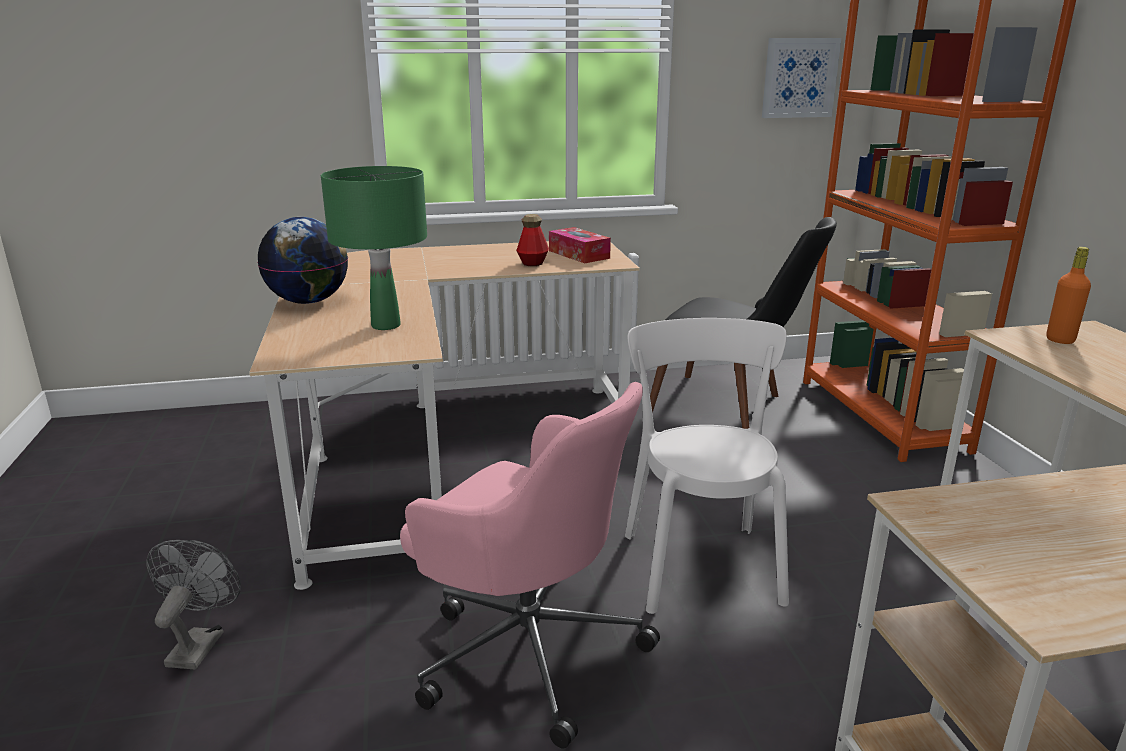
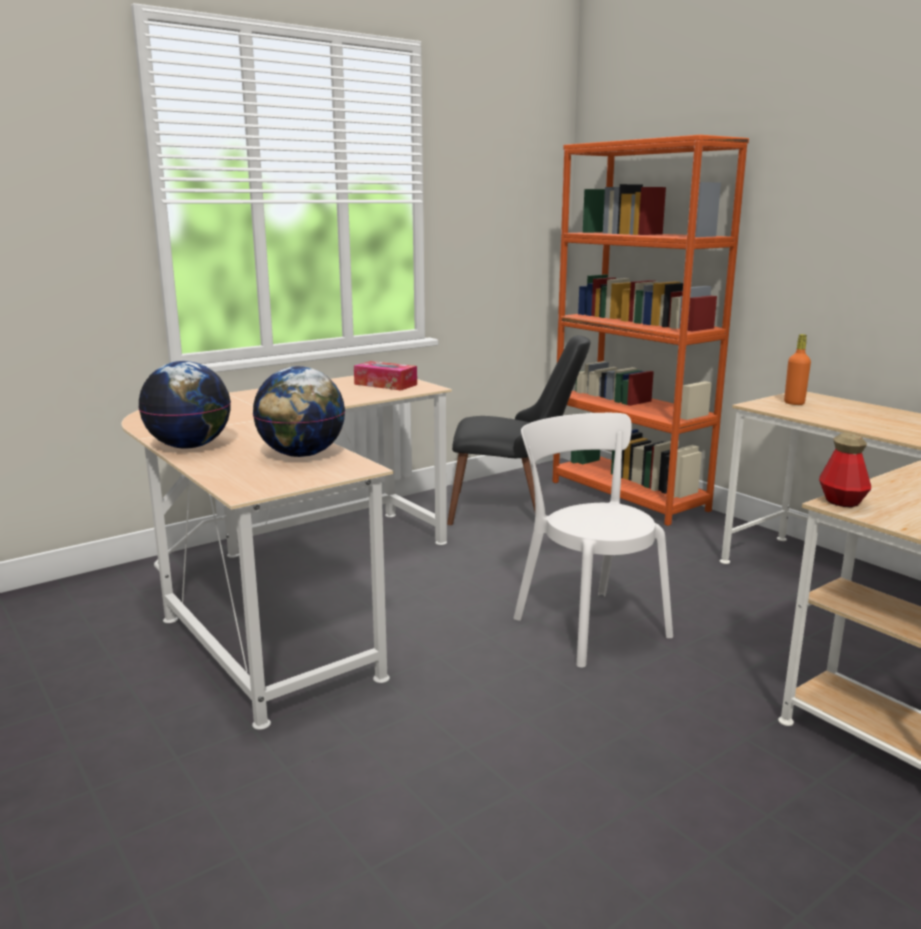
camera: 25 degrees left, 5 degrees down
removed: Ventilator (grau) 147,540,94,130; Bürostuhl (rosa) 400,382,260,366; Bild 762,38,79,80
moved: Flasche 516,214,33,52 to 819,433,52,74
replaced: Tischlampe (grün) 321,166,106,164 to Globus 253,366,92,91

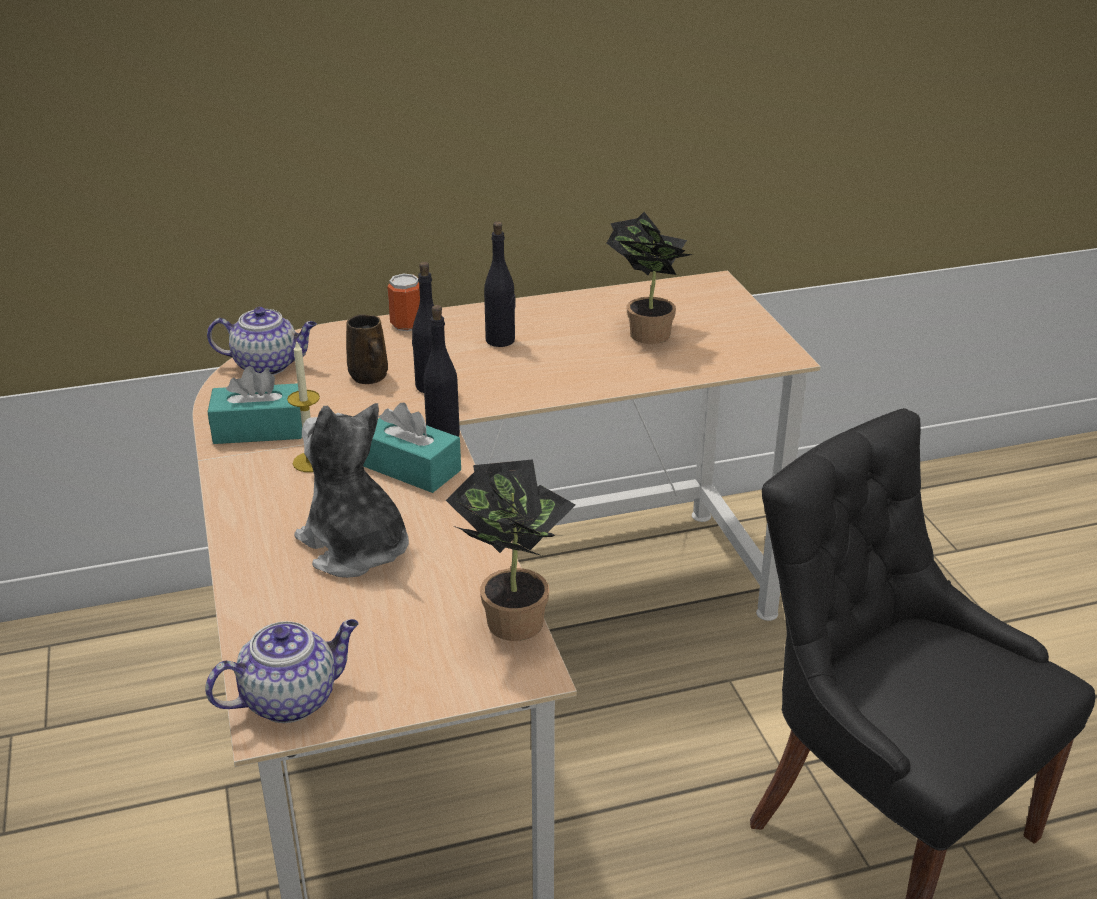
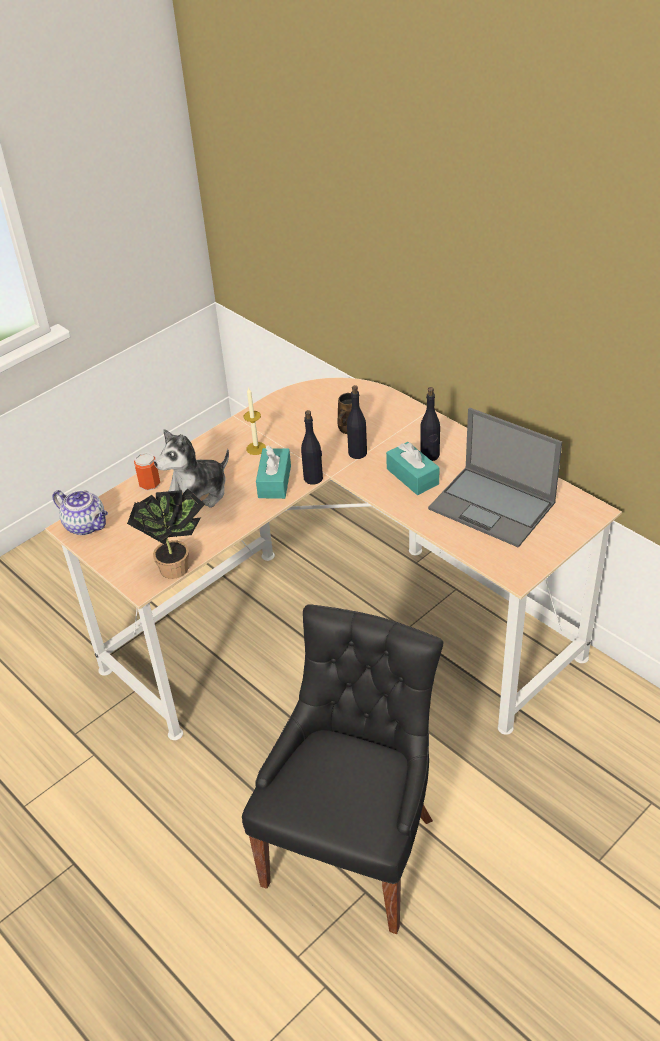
camera: 65 degrees right, 10 degrees up
removed: Teekanne 207,307,110,68
moved: Taschentuchbox (türkis) 208,366,94,78 to 386,442,54,53; Dose 387,274,33,57 to 134,452,26,39
replaced: Topfpflanze 607,212,86,132 to Laptop 428,407,134,141
turned: Plüschtier 295,403,114,175 = 154,429,75,79 150 degrees counterclockwise

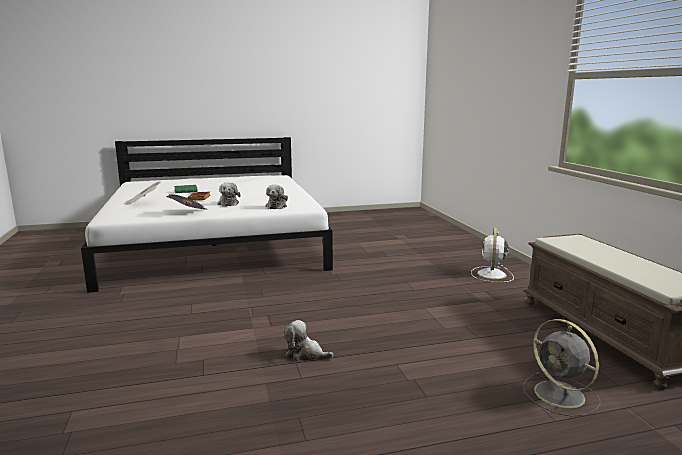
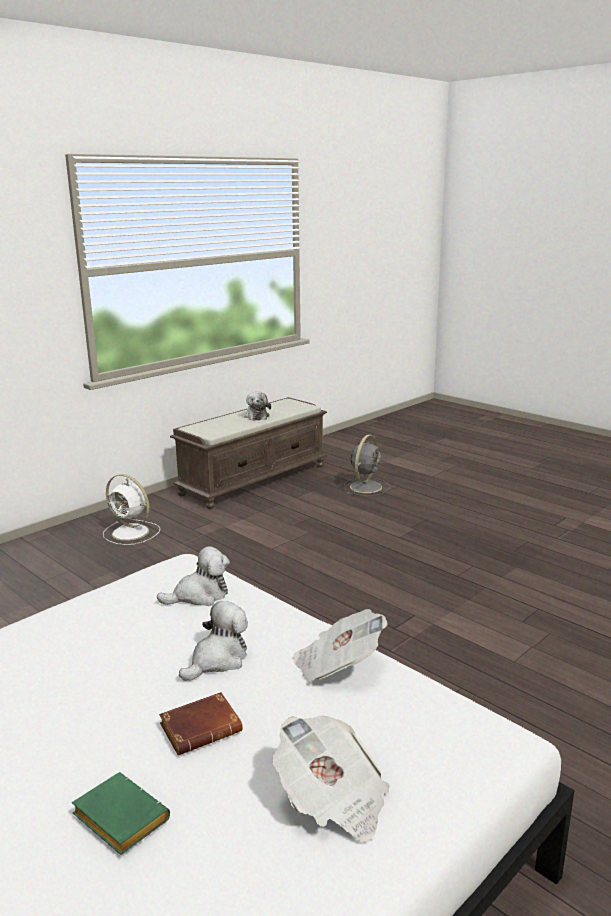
camera: 120 degrees left, 5 degrees up
moved: Plüschtier 284,320,49,41 to 244,391,27,30
turned: Ventilator (weiß) 471,228,43,54 = 103,474,57,71 45 degrees clockwise

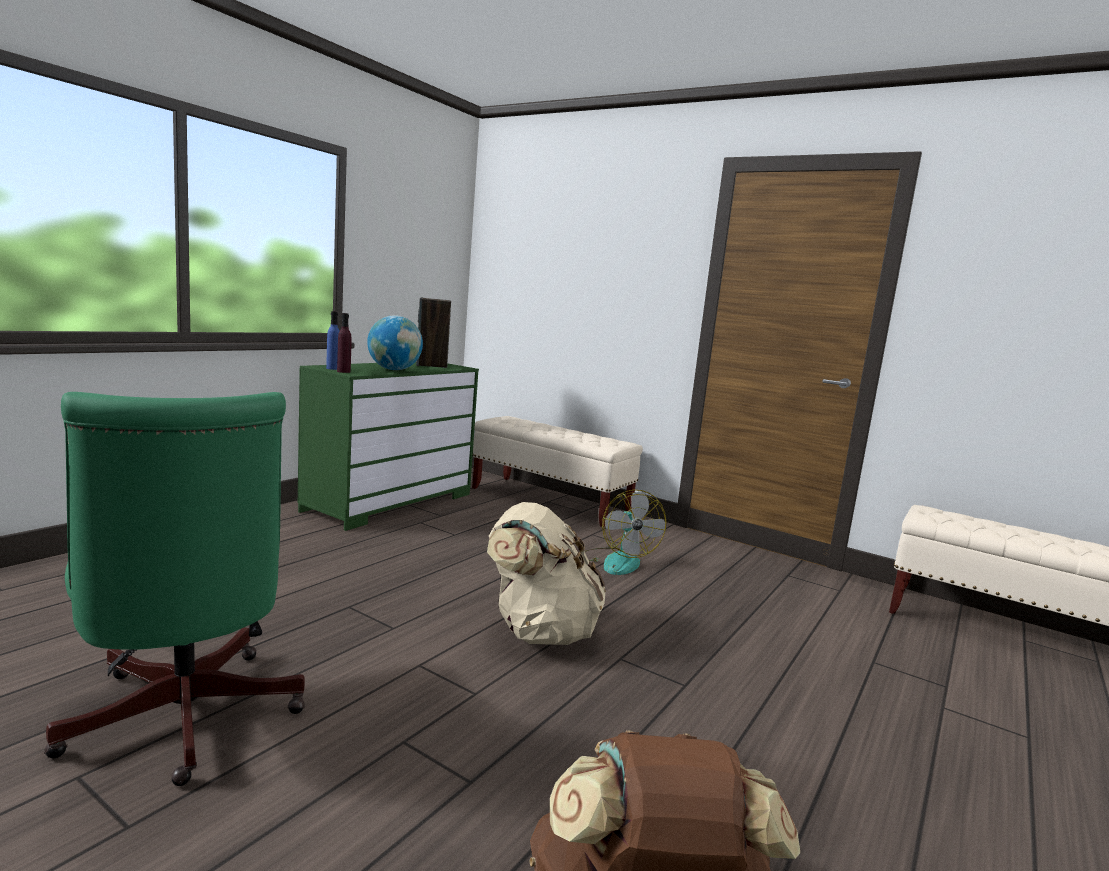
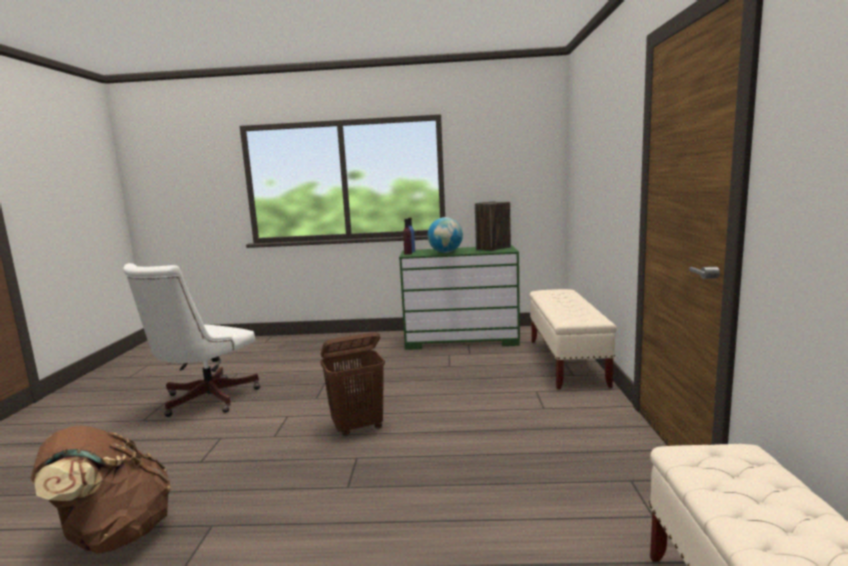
camera: 60 degrees right, 0 degrees up
removed: Ventilator 581,490,85,85
replaced: Rucksack (beige) 487,502,119,143 to Wäschekorb (braun) 320,332,65,104
recoloured: Bürostuhl (grün) 44,392,261,394 to Bürostuhl (weiß) 123,263,137,154

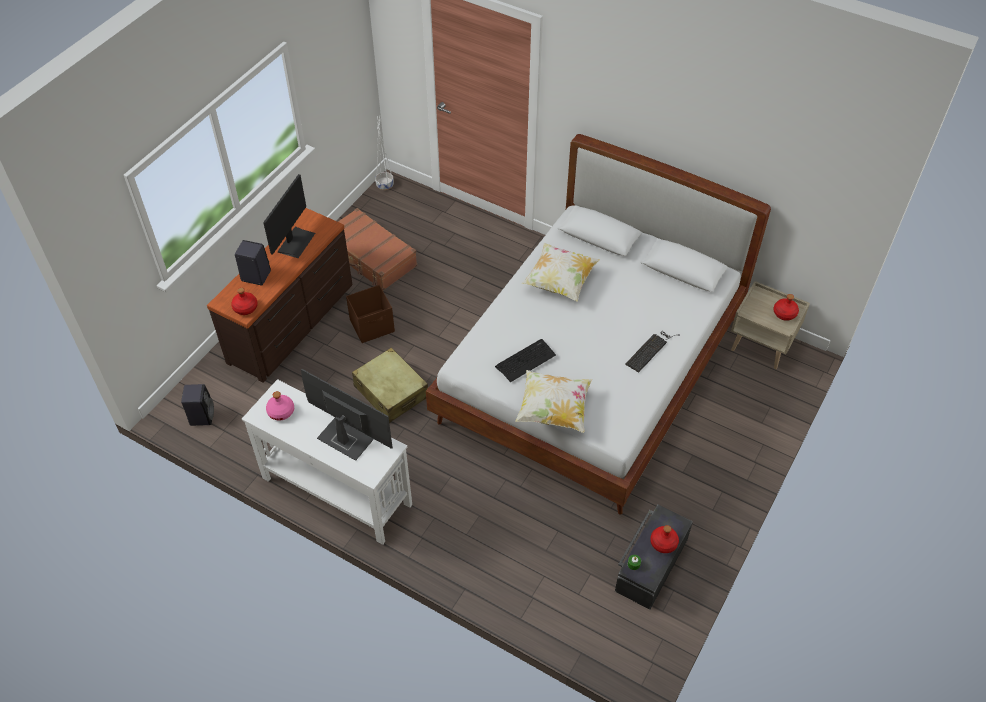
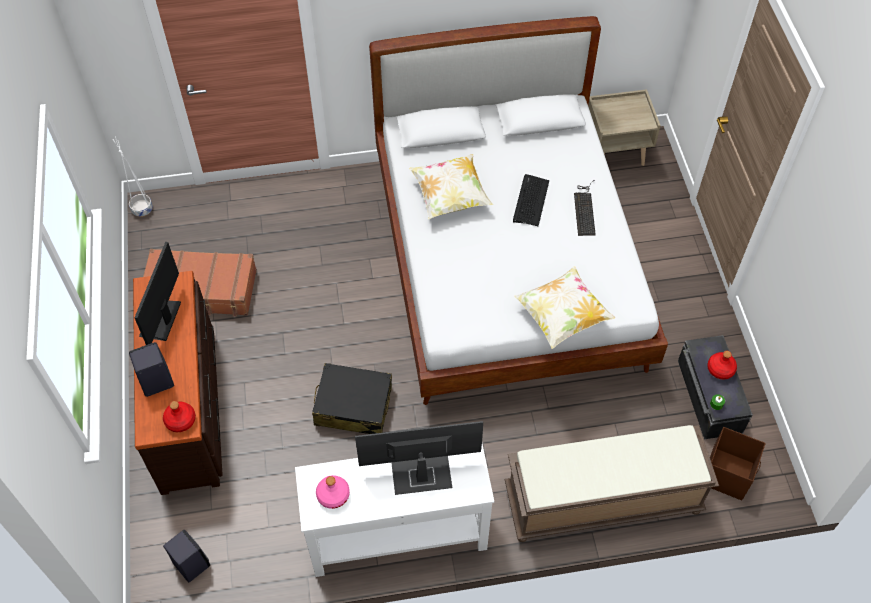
camera: 40 degrees left, 5 degrees up
removed: Flasche (rot) 773,294,26,27
added: Bank (braun) 505,425,214,117
moved: Aufbewahrungsbox (braun) 346,285,49,58 to 710,427,56,74; Tastatur 495,339,61,43 to 513,174,36,52
recoloured: Koffer (beige) 352,347,76,76 to Koffer (schwarz) 312,363,80,71
turned: Monitor 263,174,52,84 = 134,242,47,103 150 degrees counterclockwise

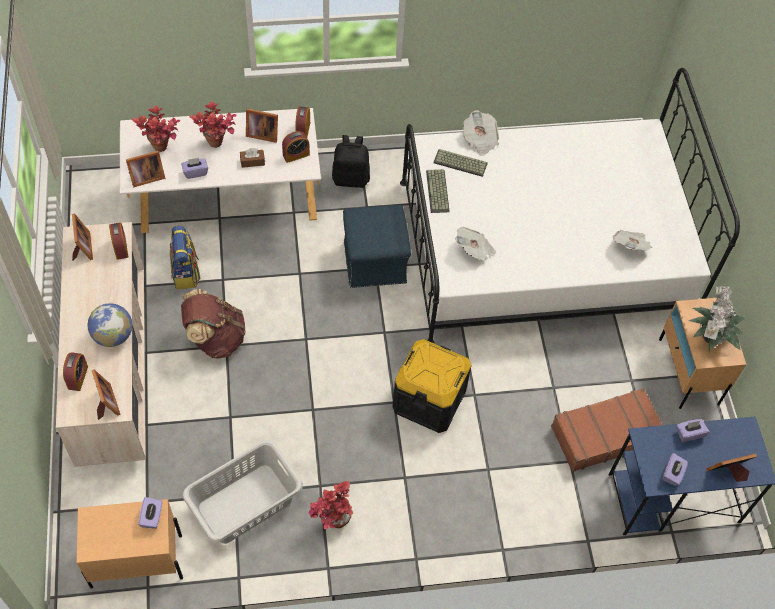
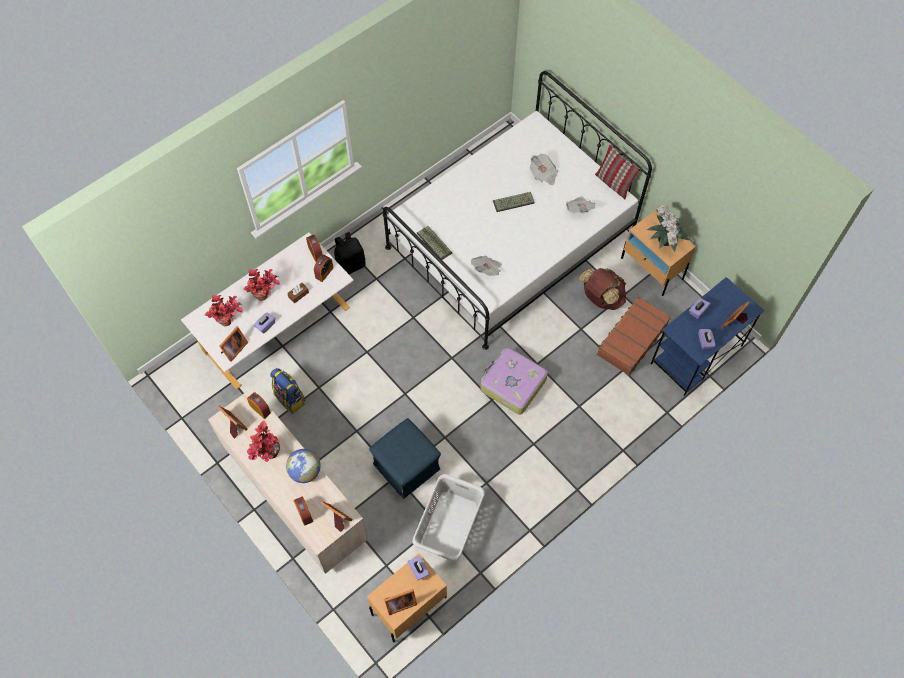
camera: 30 degrees left, 5 degrees up
added: Kissen 595,144,45,55
moved: Rucksack (braun) 181,289,65,70 to 579,268,47,42; Bilderrahmen 246,108,32,35 to 384,589,33,26; Topfpflanze 309,481,44,48 to 247,421,33,41; Polsterhocker (blau) 343,205,68,83 to 369,418,72,81; Tastatur 433,149,55,28 to 493,192,42,20; Zeitung 463,110,36,46 to 530,154,28,31
replaced: Aufbewahrungsbox (schwarz) 392,339,80,94 to Koffer 481,348,67,67

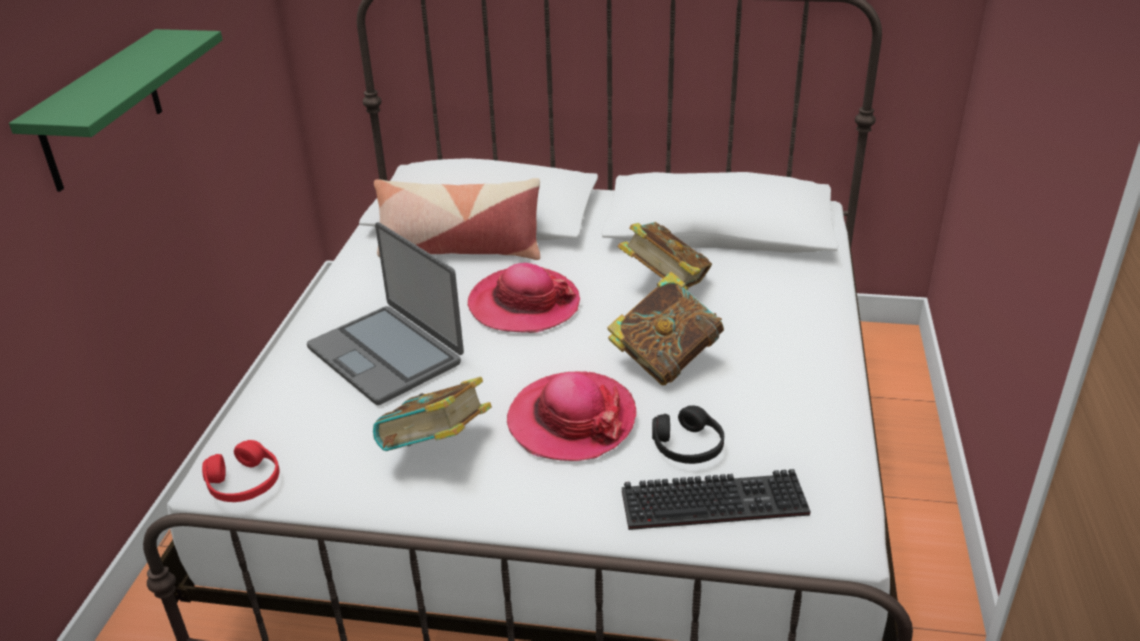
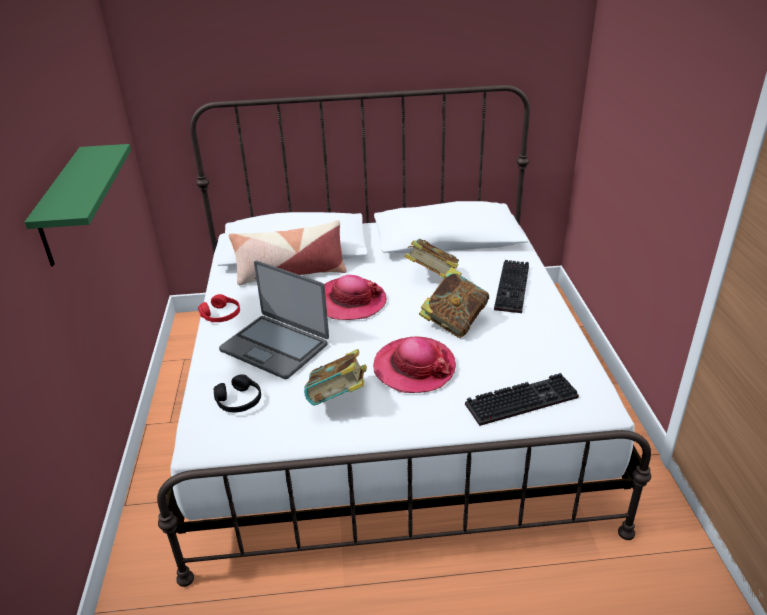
camera: 15 degrees left, 0 degrees up
added: Tastatur 494,260,35,53
moved: Kopfhörer (rot) 202,440,78,62 to 198,294,42,28; Kopfhörer (schwarz) 652,405,72,59 to 214,374,47,38

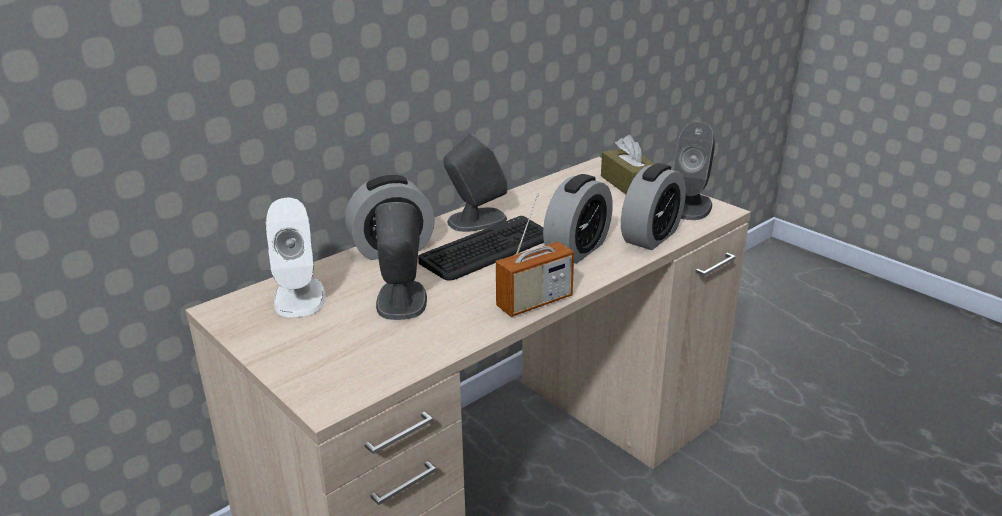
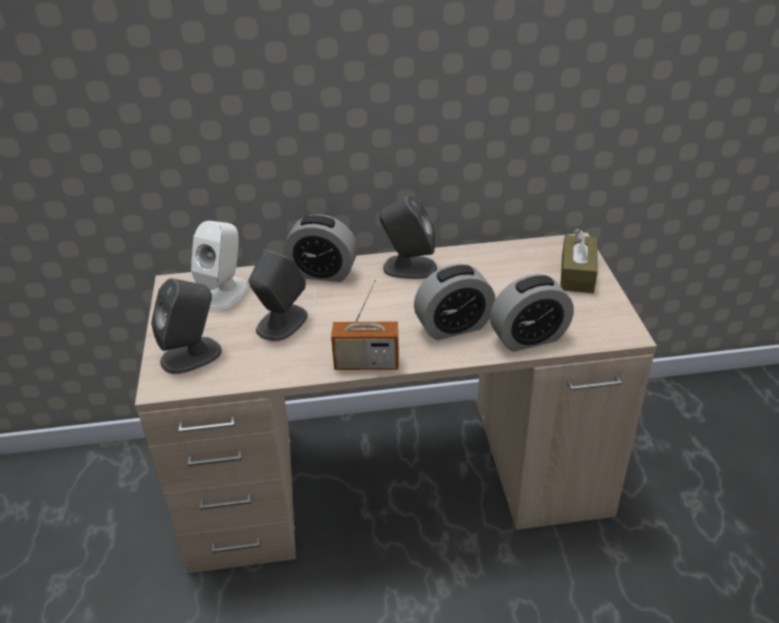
camera: 35 degrees right, 10 degrees up
removed: Tastatur 418,216,126,65
moved: Lautsprecher (grau) 673,121,42,99 to 151,278,71,96

